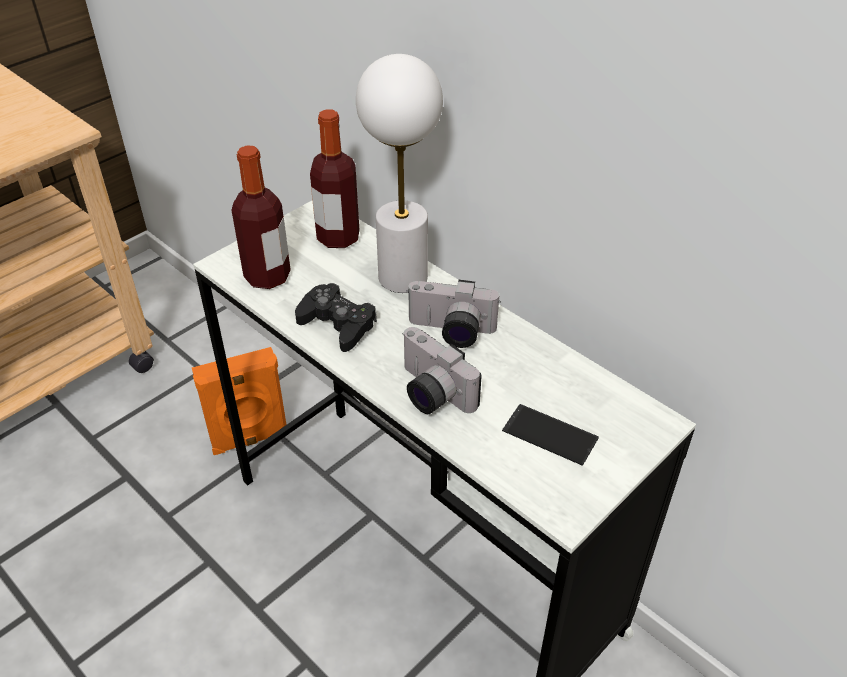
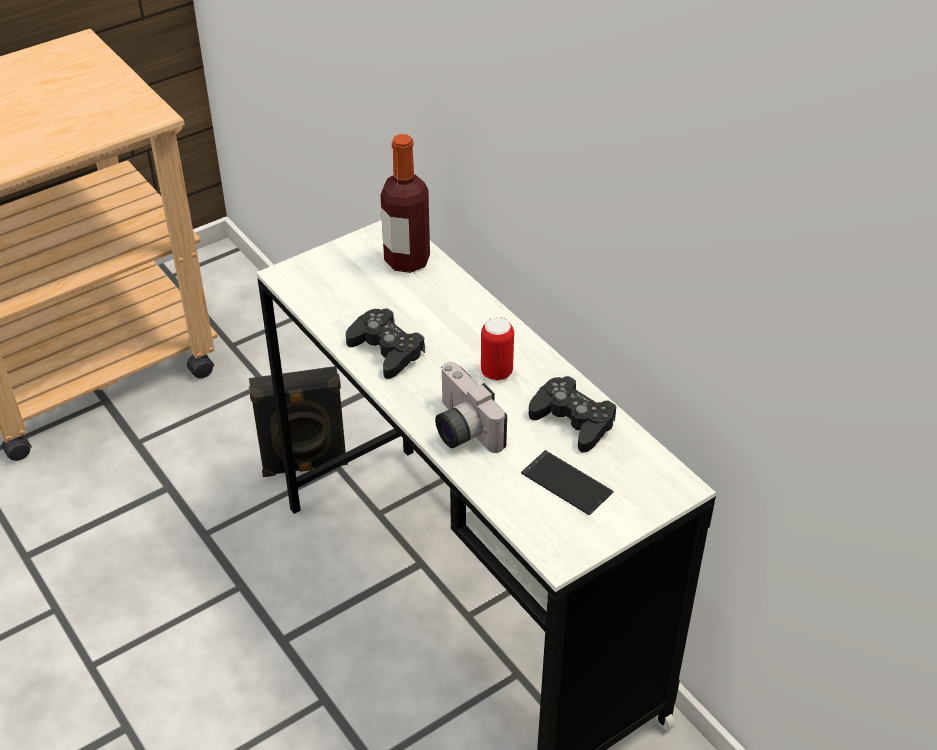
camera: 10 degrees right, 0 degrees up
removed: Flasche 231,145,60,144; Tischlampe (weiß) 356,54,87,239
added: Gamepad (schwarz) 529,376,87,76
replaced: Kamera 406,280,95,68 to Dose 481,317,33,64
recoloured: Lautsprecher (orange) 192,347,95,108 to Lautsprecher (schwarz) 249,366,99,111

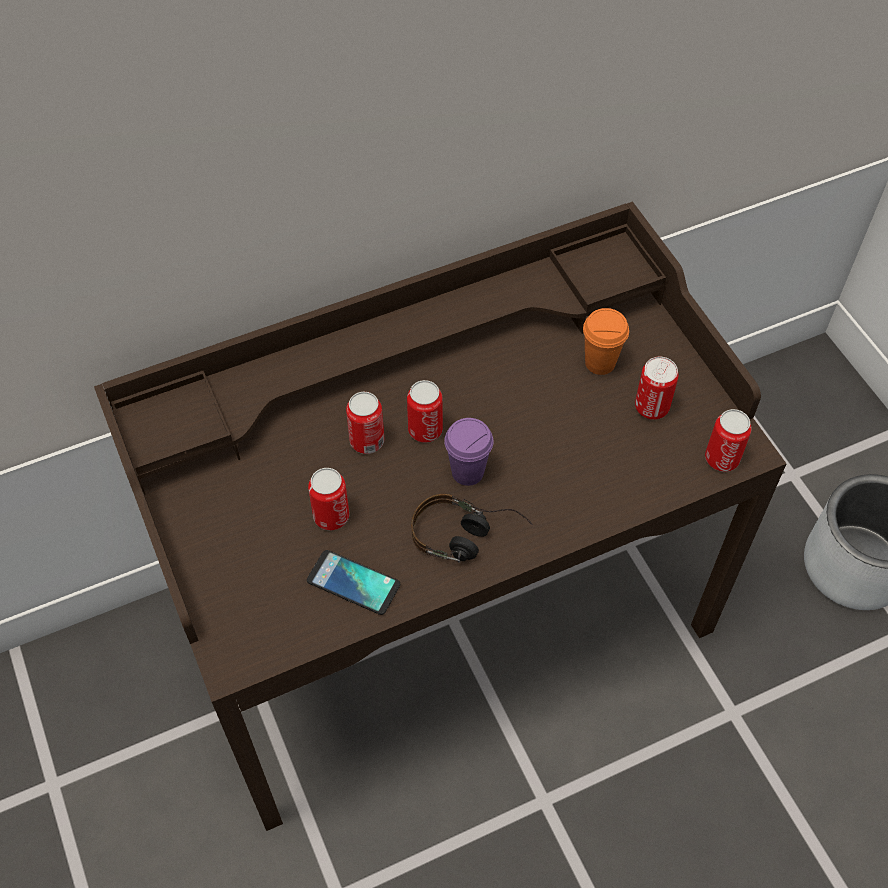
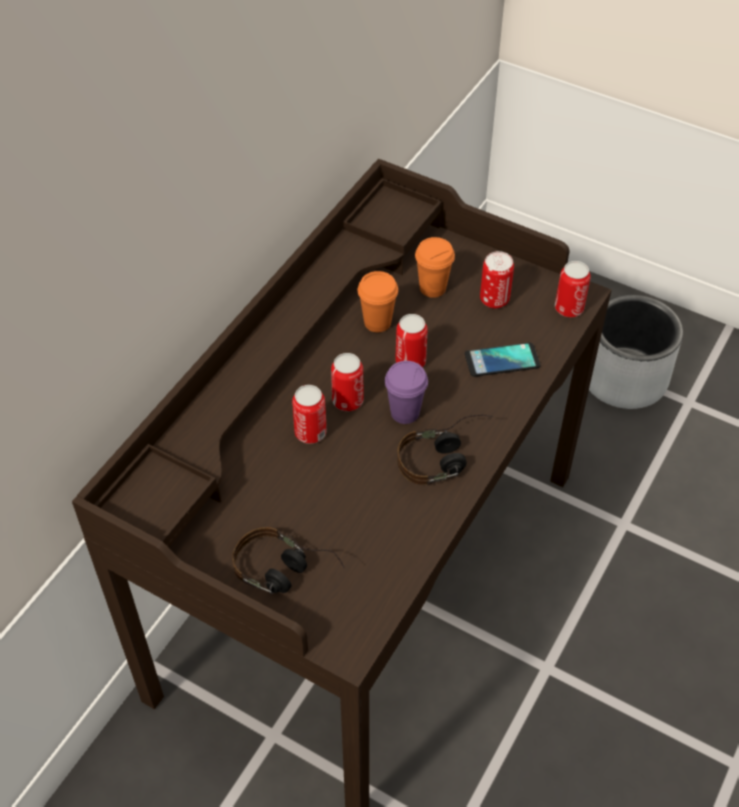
camera: 35 degrees left, 5 degrees down
added: Kopfhörer 232,527,112,67; Tasse (orange) 358,271,40,61
moved: Handy 307,550,93,65 to 465,343,75,34; Dose 308,468,42,62 to 395,314,33,53

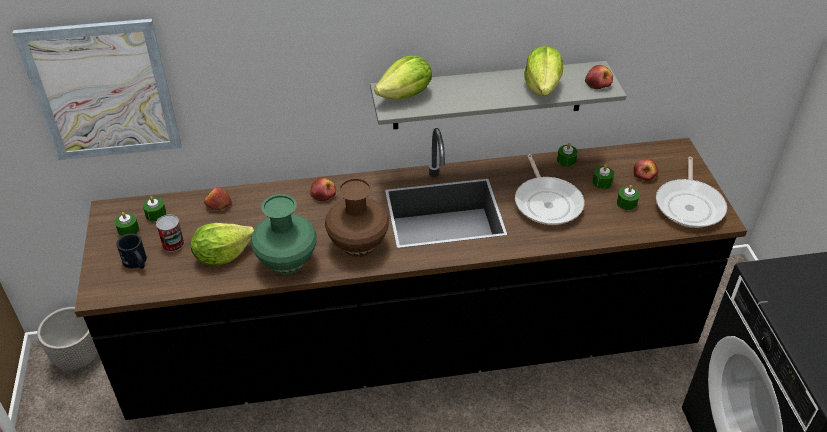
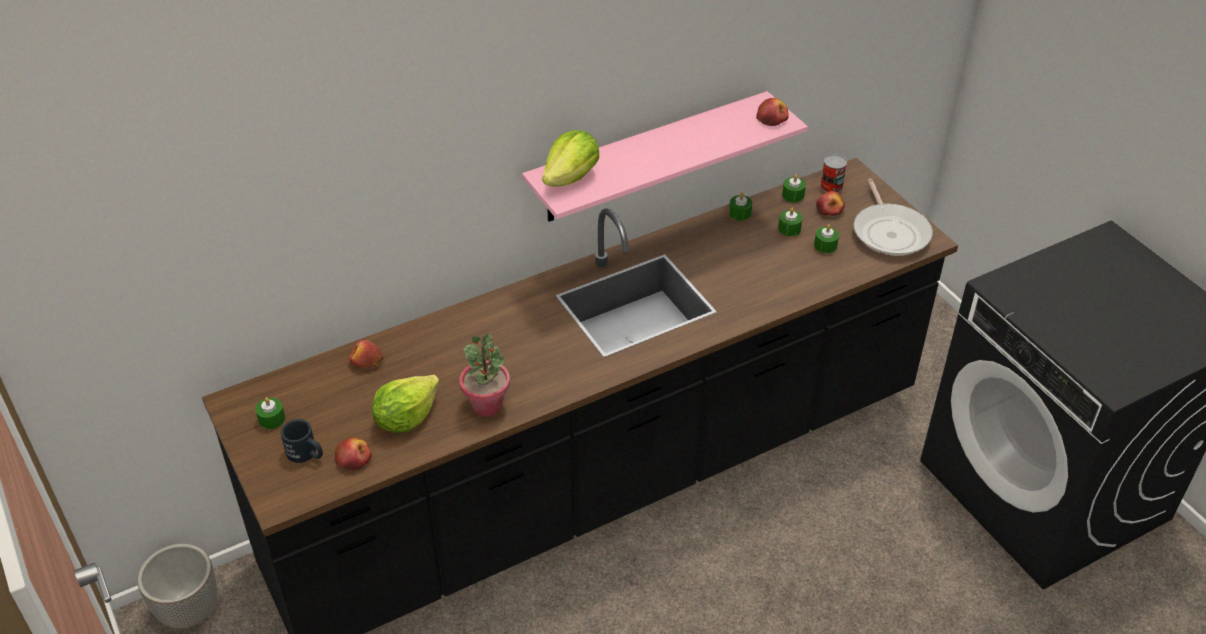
camera: 20 degrees left, 0 degrees up
removed: Bild 12,19,170,141; Vase (braun) 325,177,64,80; Pfanne 515,154,70,71; Salatkopf 524,46,39,50
moved: Kerze (grün) 143,196,23,25 to 782,174,24,28; Dose 156,215,28,37 to 820,154,27,39; Apfel 310,178,26,23 to 335,438,37,33
replaced: Vase (grün) 251,194,66,81 to Topfpflanze 460,334,50,83
recoloured: Wandregal (grau) 370,61,256,68 to Wandregal (rosa) 522,91,286,131

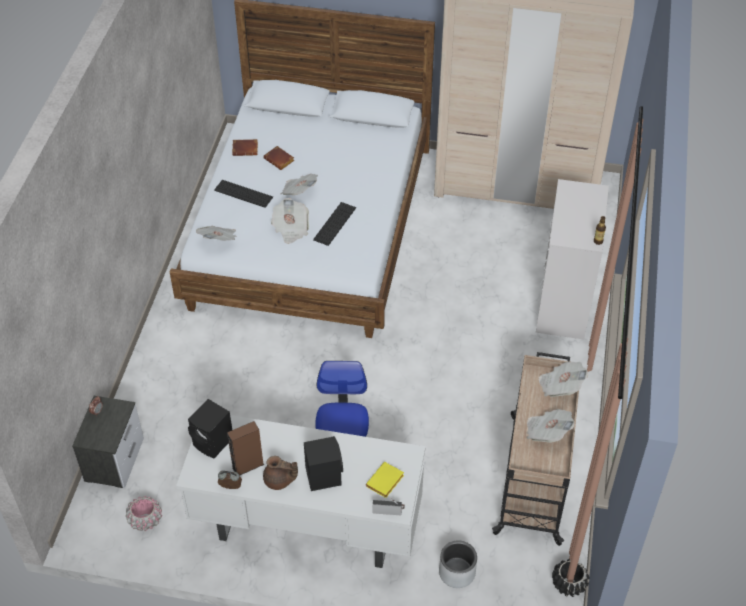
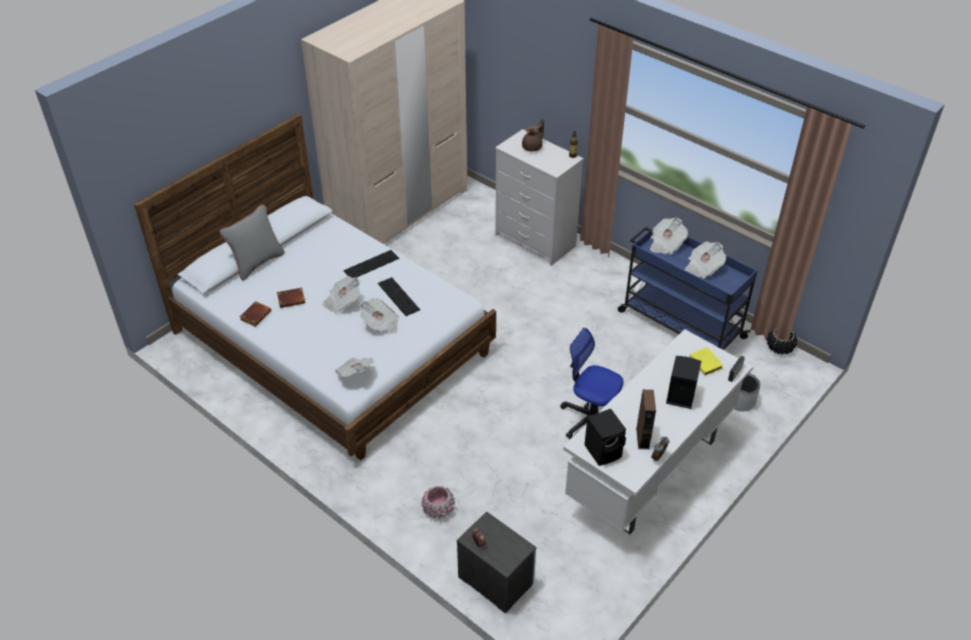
camera: 60 degrees left, 5 degrees down
added: Kissen (grau) 220,204,64,76
moved: Pflanzkübel (rosa) 126,496,36,35 to 421,486,34,33; Tastatur 214,180,59,28 to 344,250,55,28; Teekanne (braun) 263,456,35,34 to 522,118,22,34
recoloured: Rollwagen (beige) 492,352,87,194 to Rollwagen (blau) 618,222,139,128

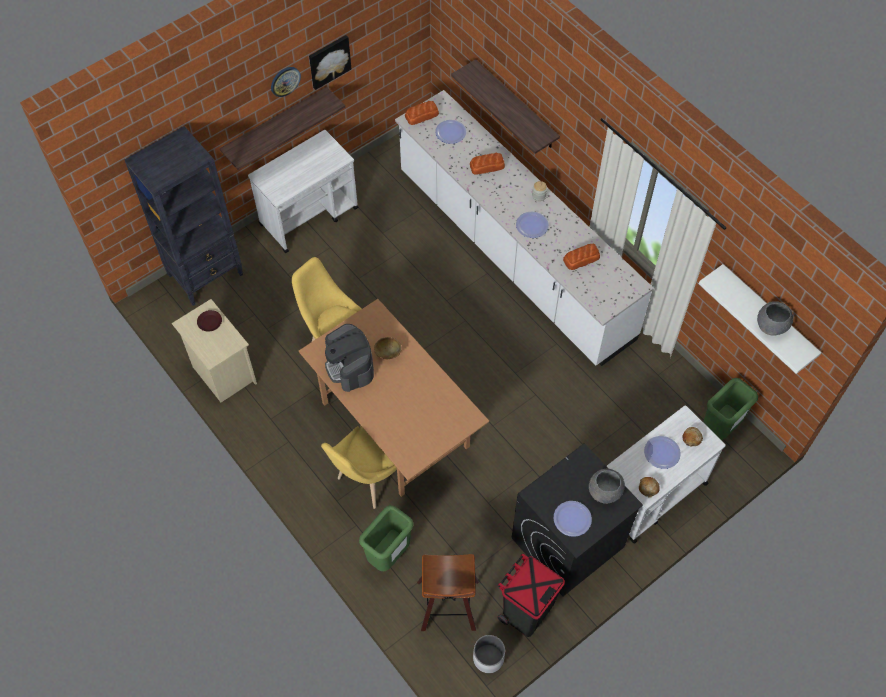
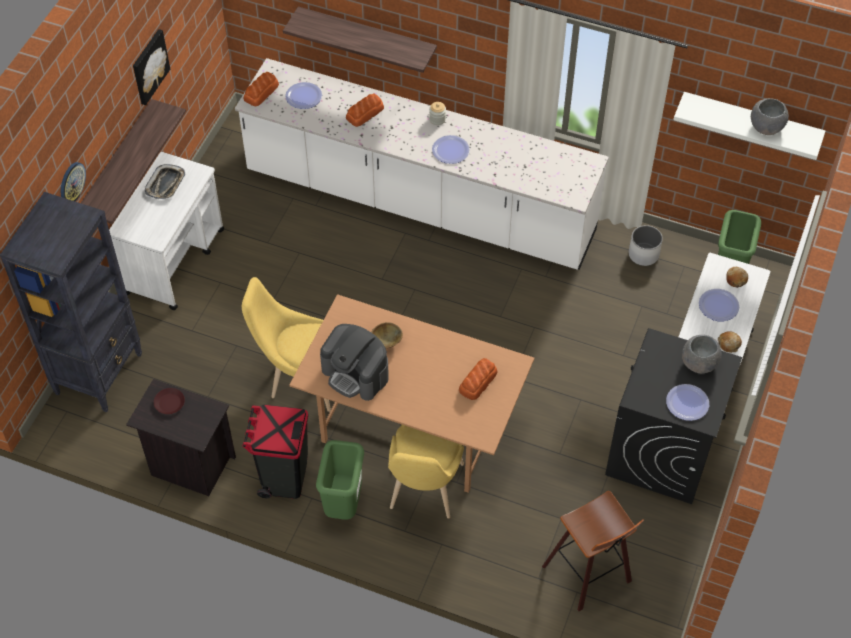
camera: 30 degrees left, 5 degrees down
added: Tablett 145,164,40,35
moved: Wanduhr 271,67,30,30 to 61,162,25,39; Mülleimer (grün) 359,505,55,66 to 316,440,48,80; Pflanzkübel (weiß) 473,635,32,38 to 629,225,34,41; Mülleimer (schwarz) 497,553,68,84 to 243,405,65,94; Brot 563,244,37,26 to 459,358,39,42
recoloured: Nachttisch (beige) 172,299,85,103 to Nachttisch (schwarz) 126,379,110,117

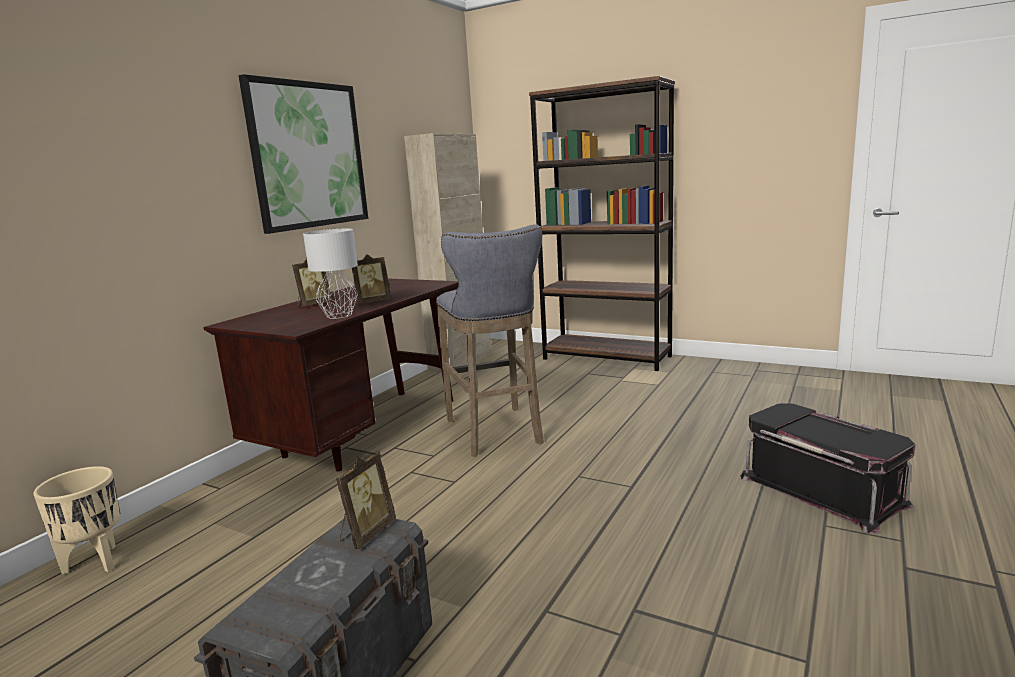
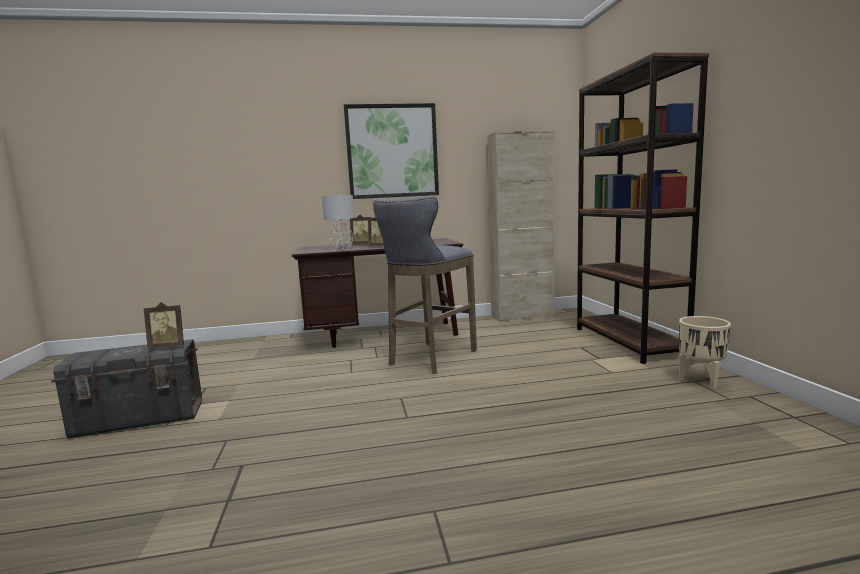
camera: 50 degrees right, 5 degrees down
removed: Aufbewahrungsbox (schwarz) 741,403,174,131
moved: Pflanzkübel (beige) 33,466,88,109 to 679,316,52,73

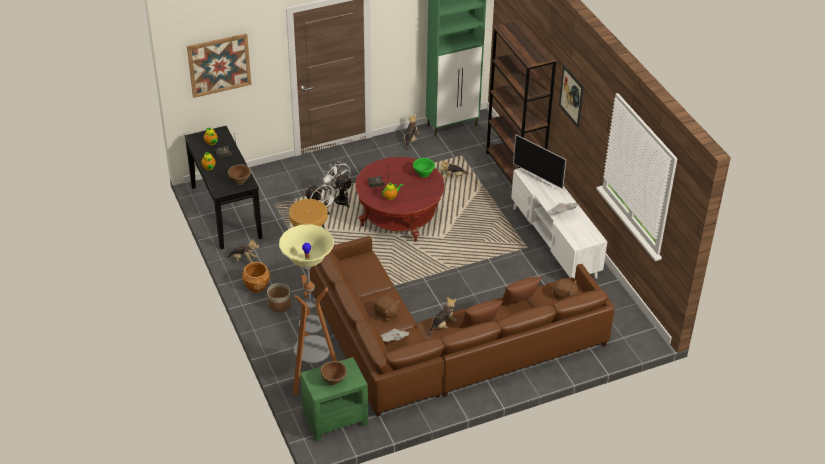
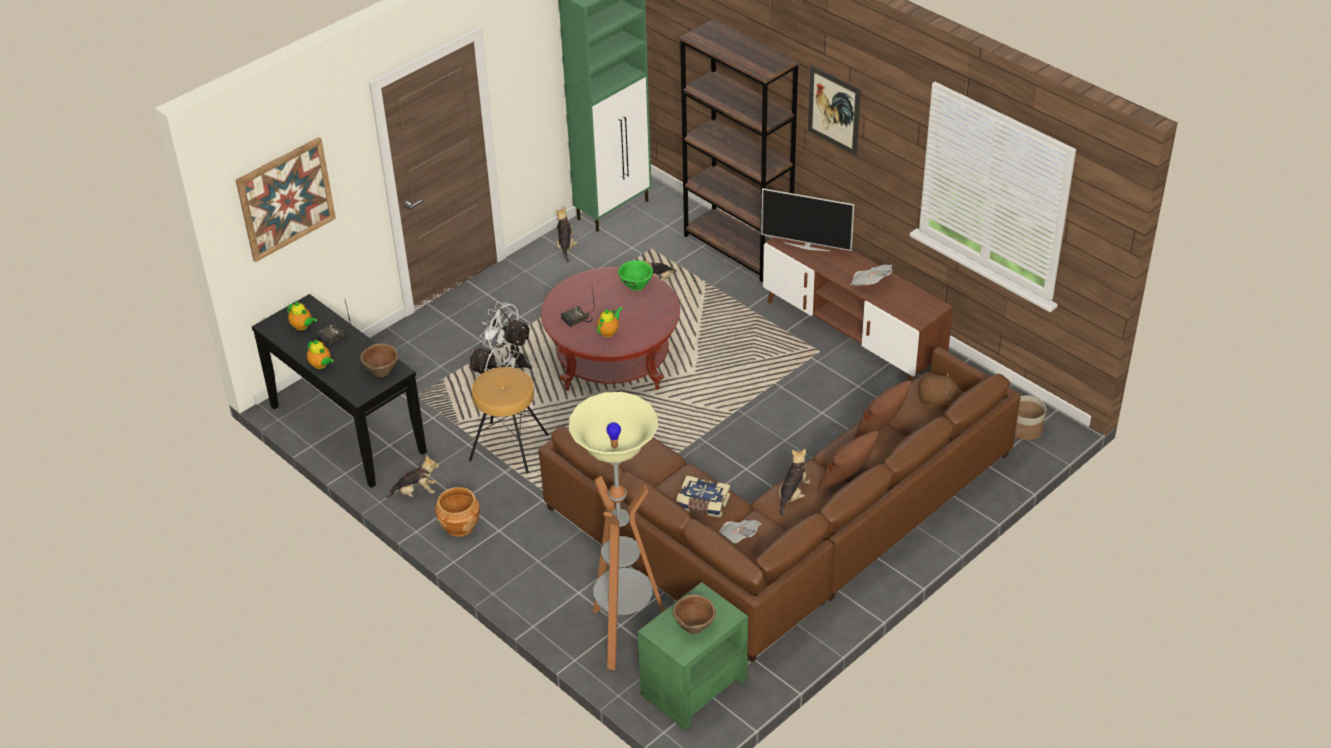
camera: 20 degrees left, 0 degrees up
moved: Pflanzkübel 267,283,24,30 to 1015,395,31,45
replaced: Plüschtier (braun) 373,295,26,27 to Buch 676,475,54,43
recoloured: Fernsehschrank (weiß) 511,168,96,111 to Fernsehschrank (braun) 763,237,190,145

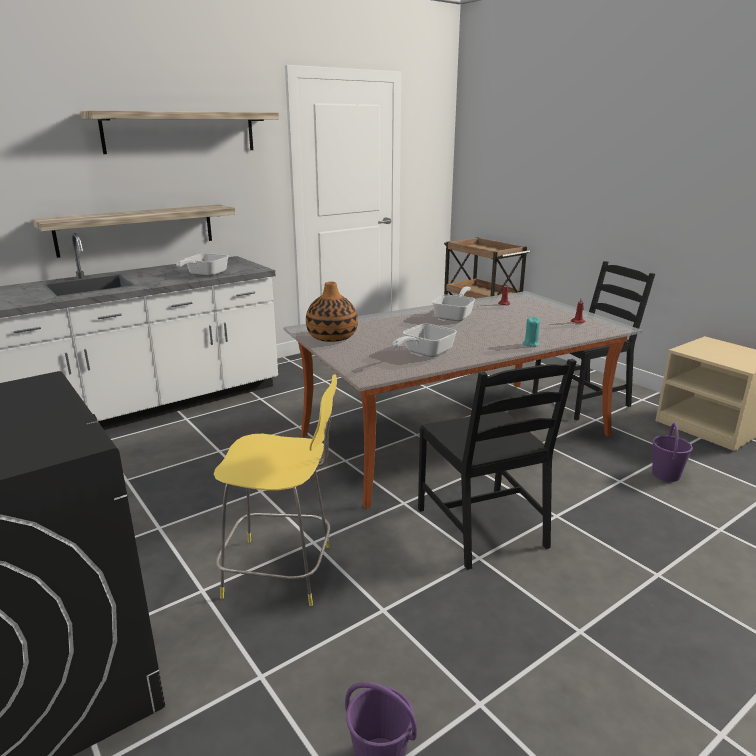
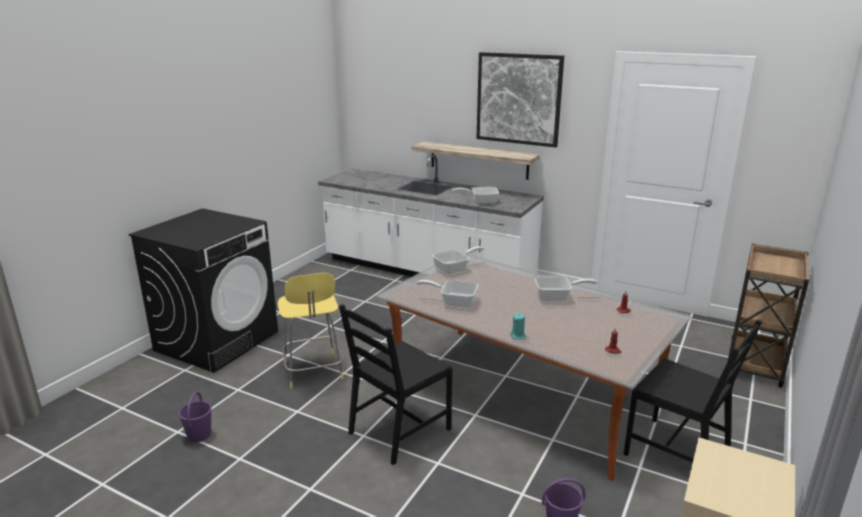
camera: 65 degrees right, 0 degrees up
replaced: Wandregal 81,111,198,43 to Bild 476,52,88,95; Vase 306,282,52,60 to Pfanne 432,246,52,28

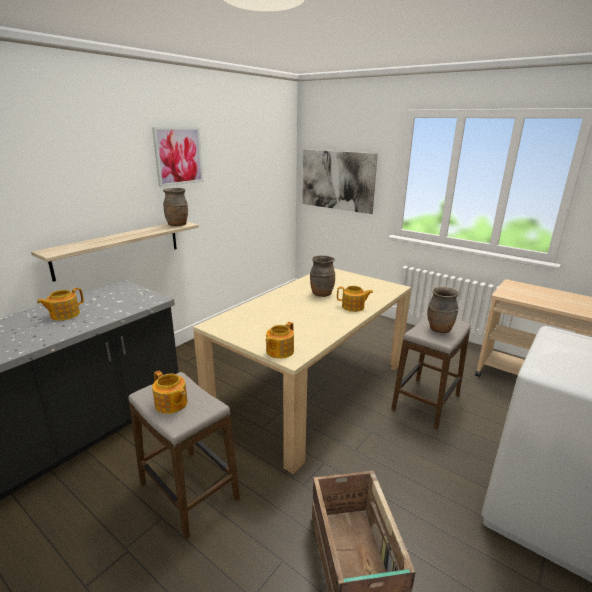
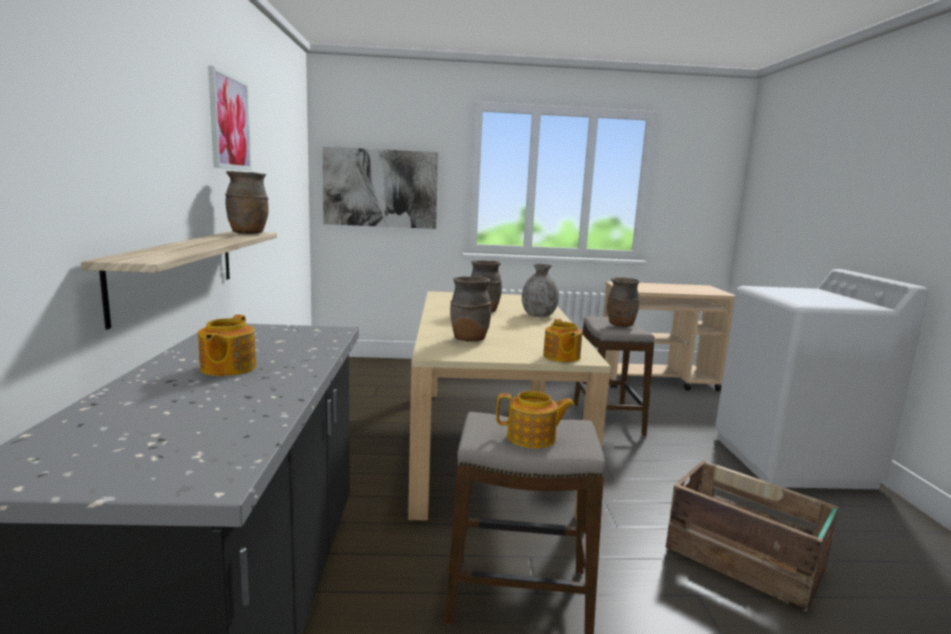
camera: 40 degrees left, 10 degrees down
added: Vase (braun) 450,276,41,65
replaced: Teekanne 337,286,36,26 to Vase (grau) 522,264,37,53

